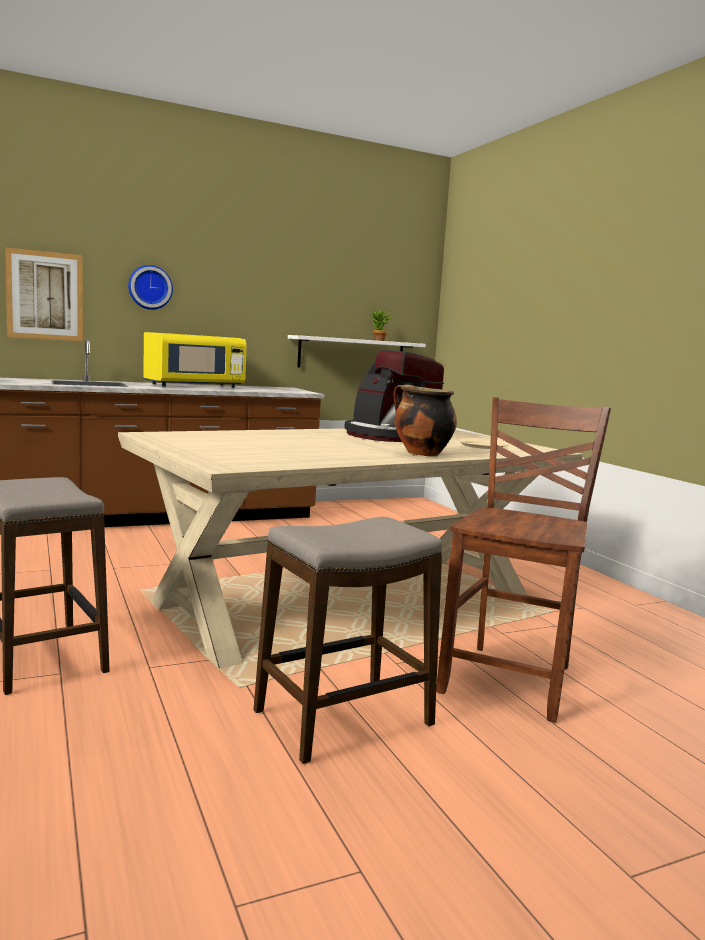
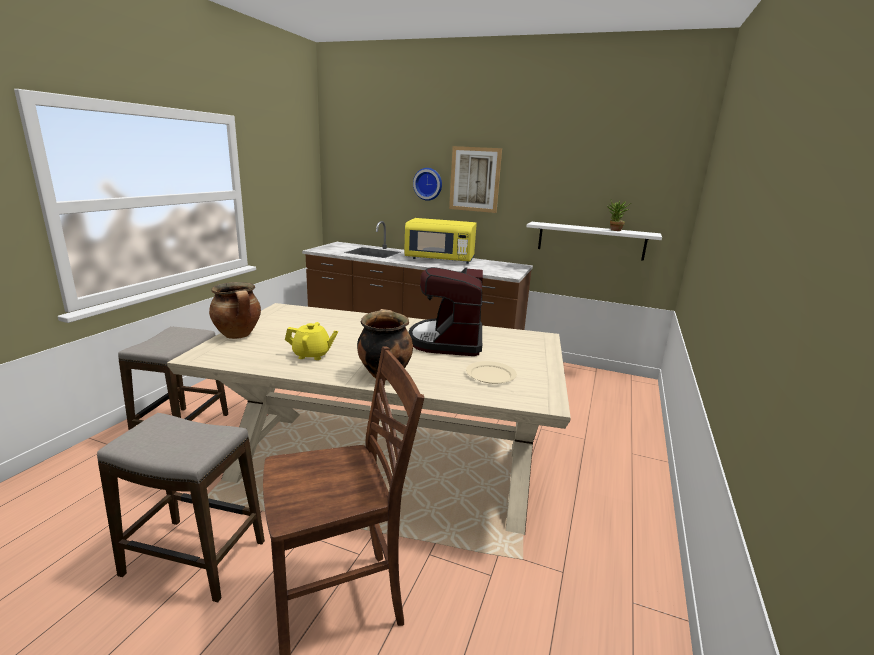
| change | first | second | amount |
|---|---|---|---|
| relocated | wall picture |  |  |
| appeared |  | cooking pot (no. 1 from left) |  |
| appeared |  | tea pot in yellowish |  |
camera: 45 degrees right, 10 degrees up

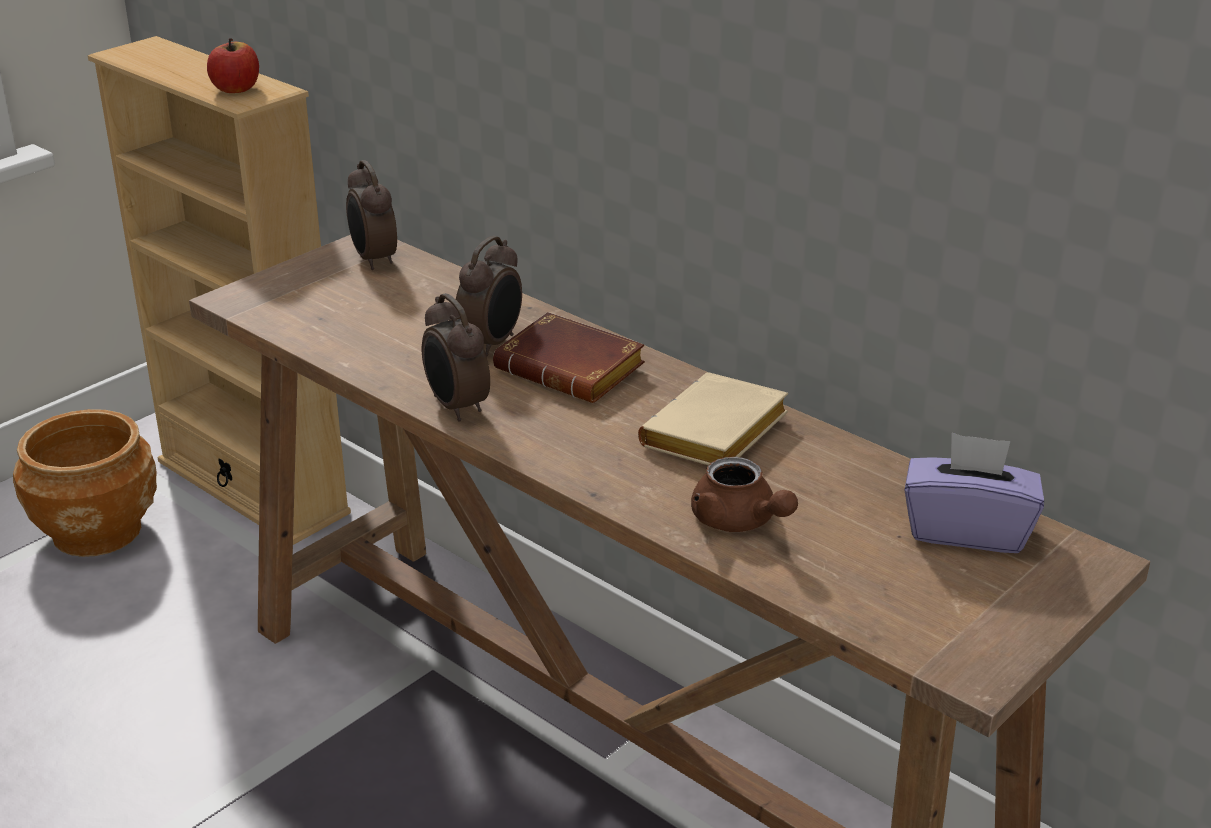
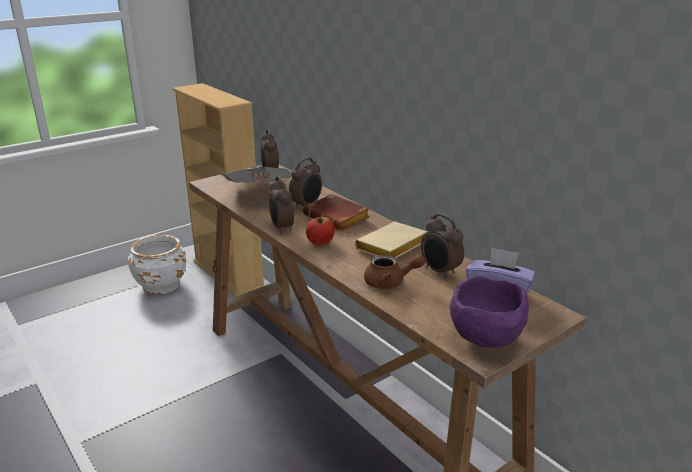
| change | first | second | amount |
|---|---|---|---|
| relocated | apple |  |  |
| colour | flower pot in brown | flower pot in white-coloured |  |
| spun | tea pot in brown |  | 60 degrees counterclockwise |
| appeared |  | printed paper |  |
| appeared |  | alarm clock (no. 4 from left) |  |
| appeared |  | bowl in purple |  |
camera: 10 degrees right, 5 degrees down

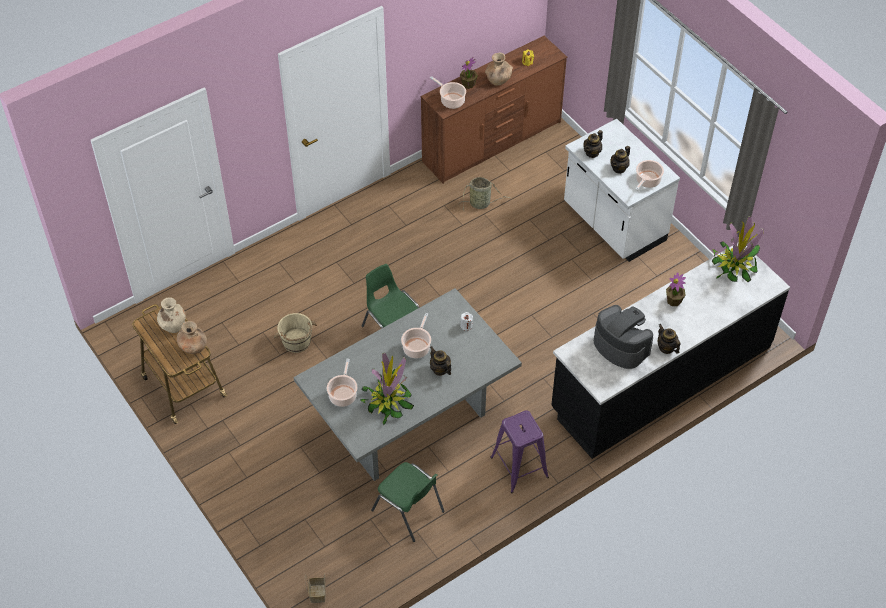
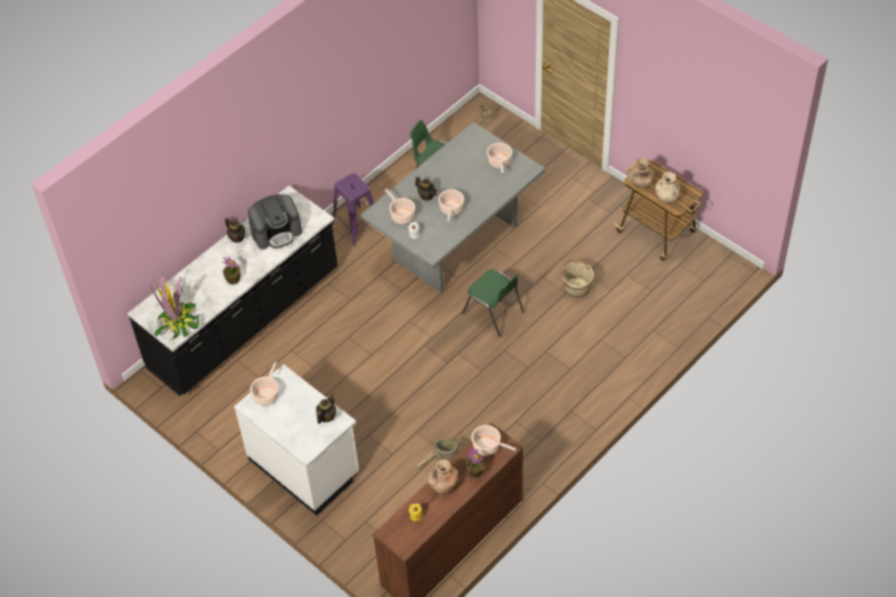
| change | first | second | amount |
|---|---|---|---|
| missing | tea pot (no. 3 from left) |  |  |
| spun | coffee maker |  | 60 degrees counterclockwise |
| missing | potted plant (no. 1 from left) |  |  |
| appeared |  | cooking pot (no. 2 from left) |  |
camera: 170 degrees right, 0 degrees up

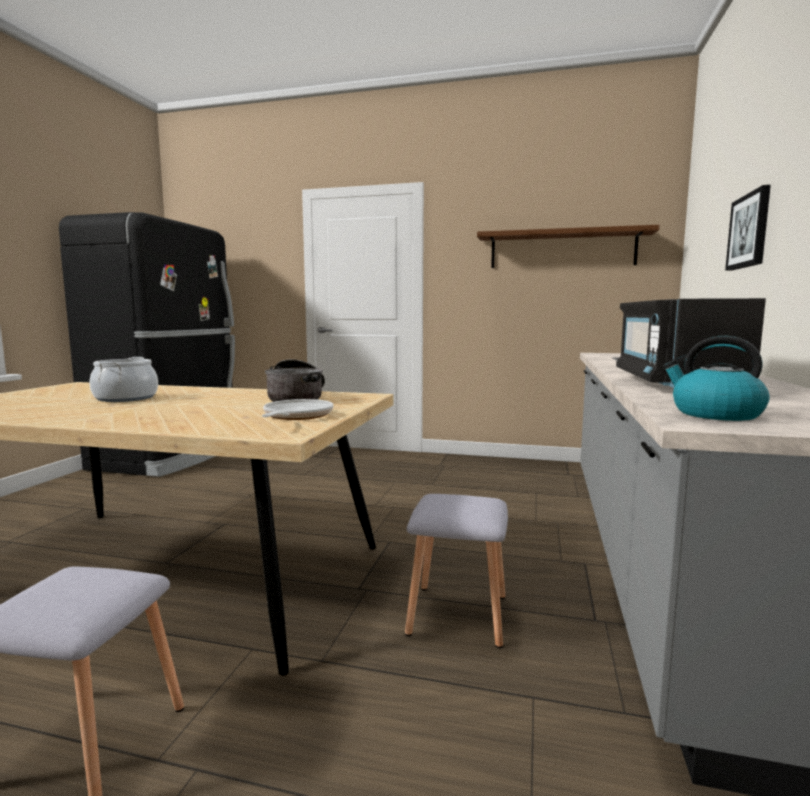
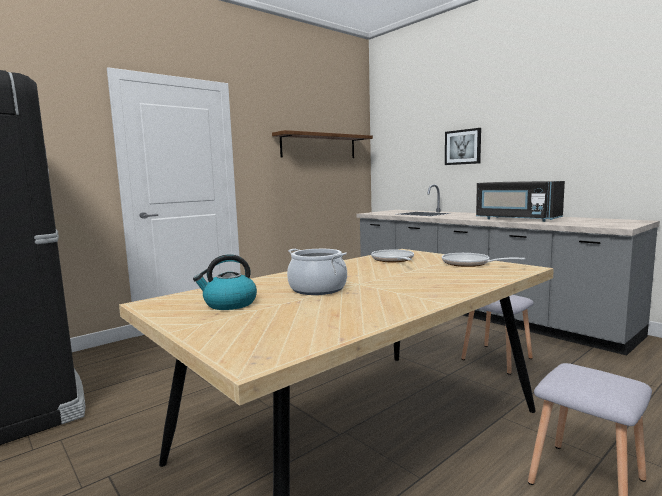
| change | first | second | amount |
|---|---|---|---|
| relocated | water kettle |  |  |
| exchanged | cooking pot (no. 2 from left) | frying pan (no. 1 from left) |  |
camera: 55 degrees left, 0 degrees up

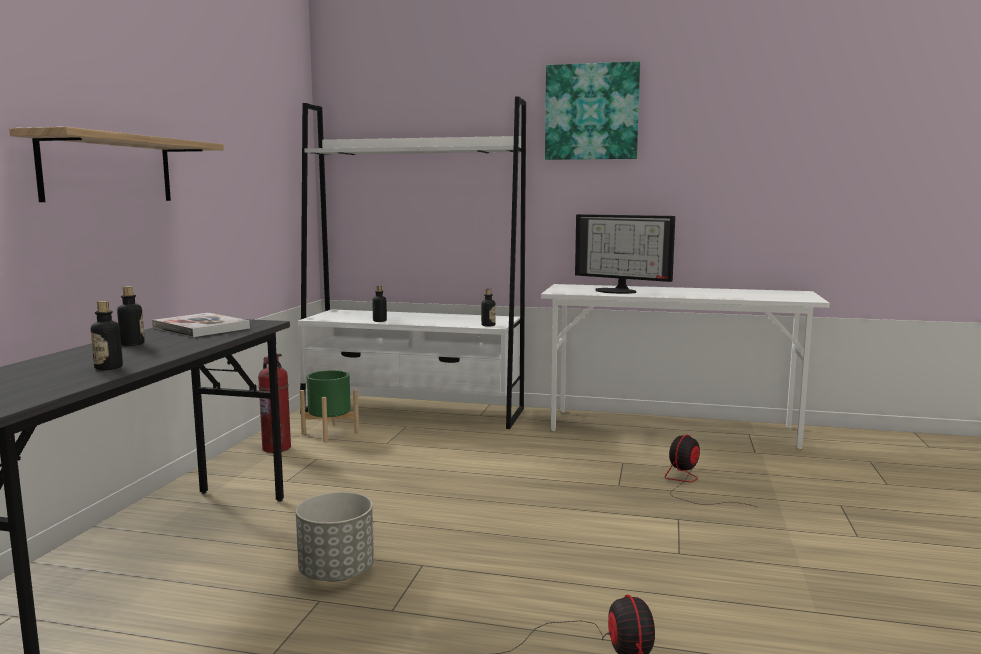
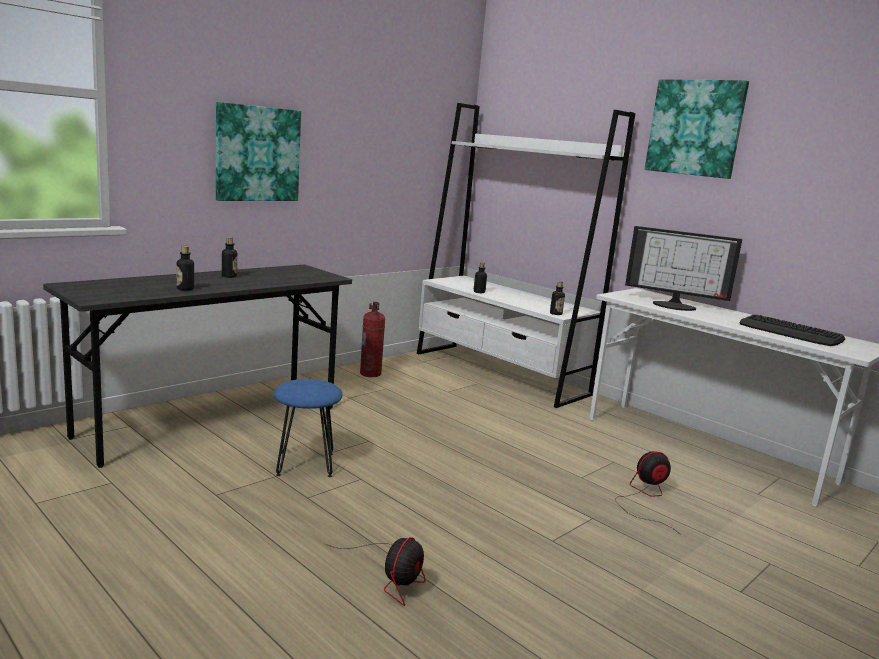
| change | first | second | amount |
|---|---|---|---|
| exchanged | shelf | wall picture (no. 1 from left) |  |
| spun | monitor |  | 45 degrees counterclockwise |
| missing | volume |  |  |
| missing | flower pot in greenish |  |  |
| exchanged | flower pot in greyish | stool seat in bluish |  |
| appeared |  | PC keyboard |  |
camera: 30 degrees right, 5 degrees up

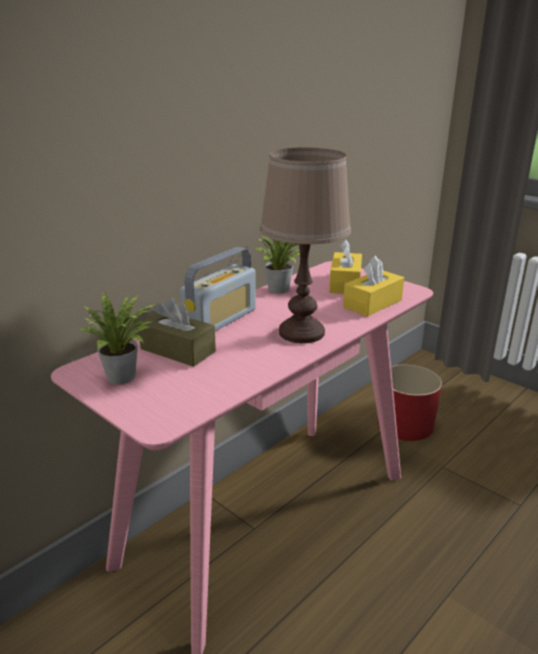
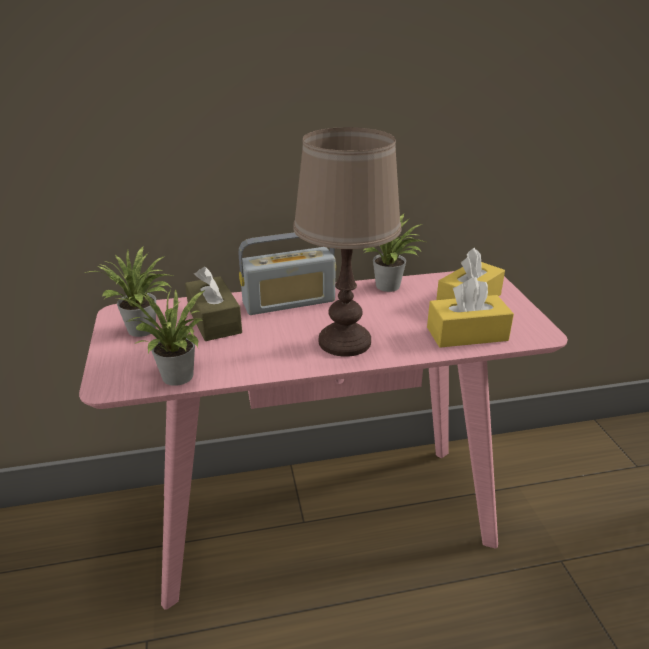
| change | first | second | amount |
|---|---|---|---|
| missing | flower pot in red-coloured |  |  |
| appeared |  | potted plant (no. 2 from left) |  |
camera: 35 degrees right, 5 degrees up

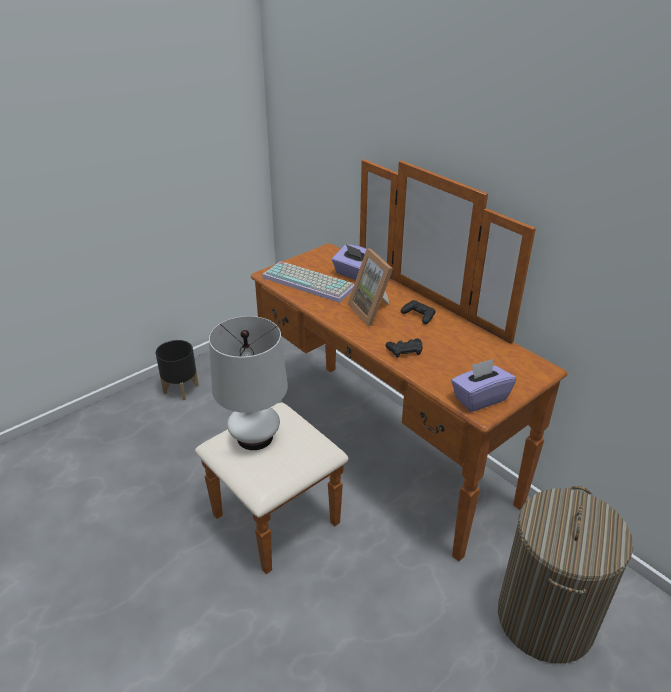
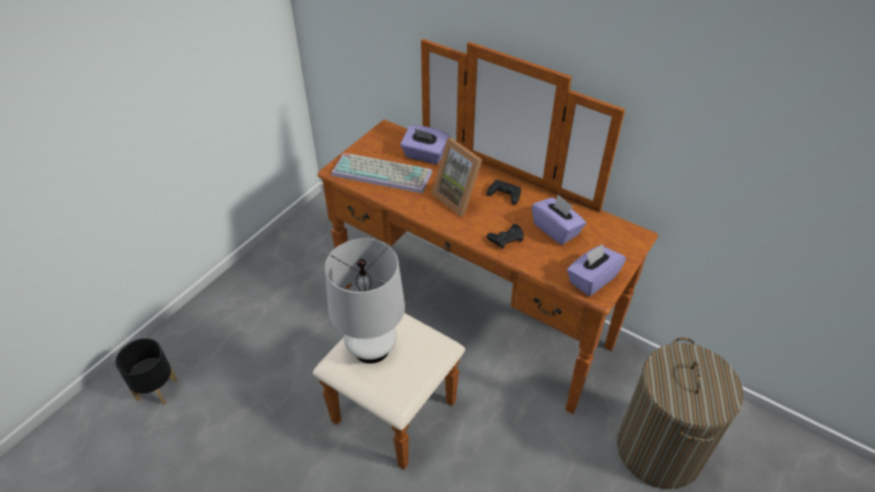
| change | first | second | amount |
|---|---|---|---|
| relocated | flower pot in blackish |  |  |
| appeared |  | box of tissues in purple (no. 2 from left) |  |
camera: 15 degrees left, 10 degrees up

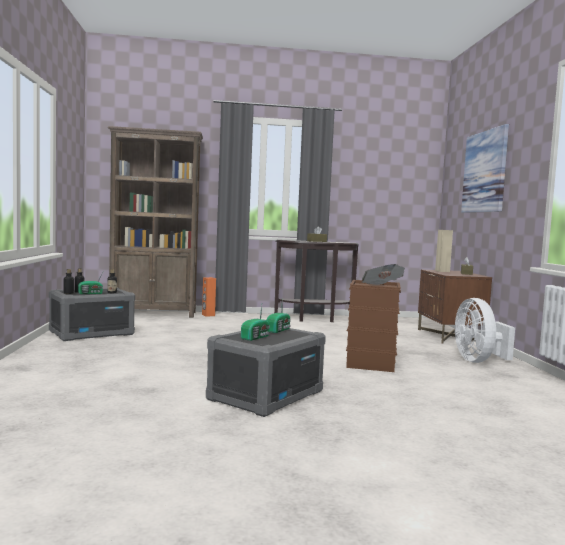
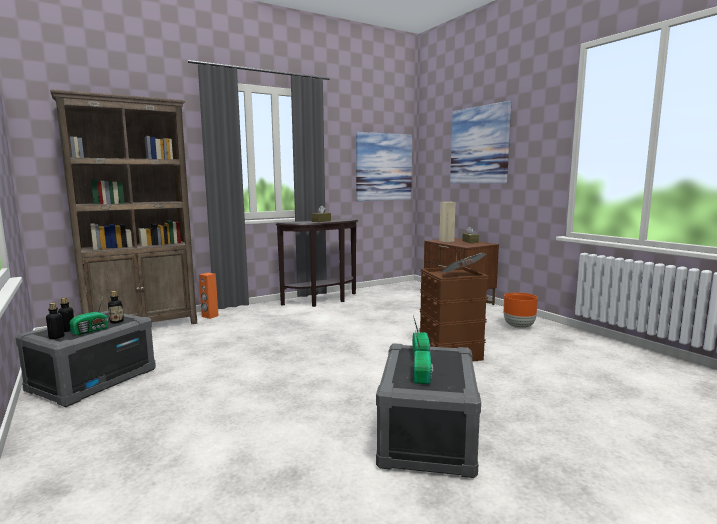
| change | first | second | amount |
|---|---|---|---|
| exchanged | cooling fan in white-coloured | flower pot in orange-coloured |  |
| appeared |  | wall picture (no. 1 from left) |  |
camera: 25 degrees left, 5 degrees up

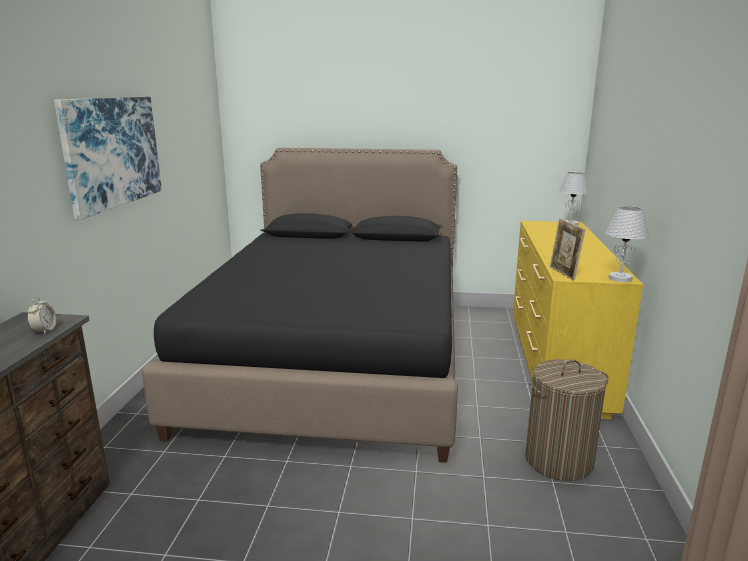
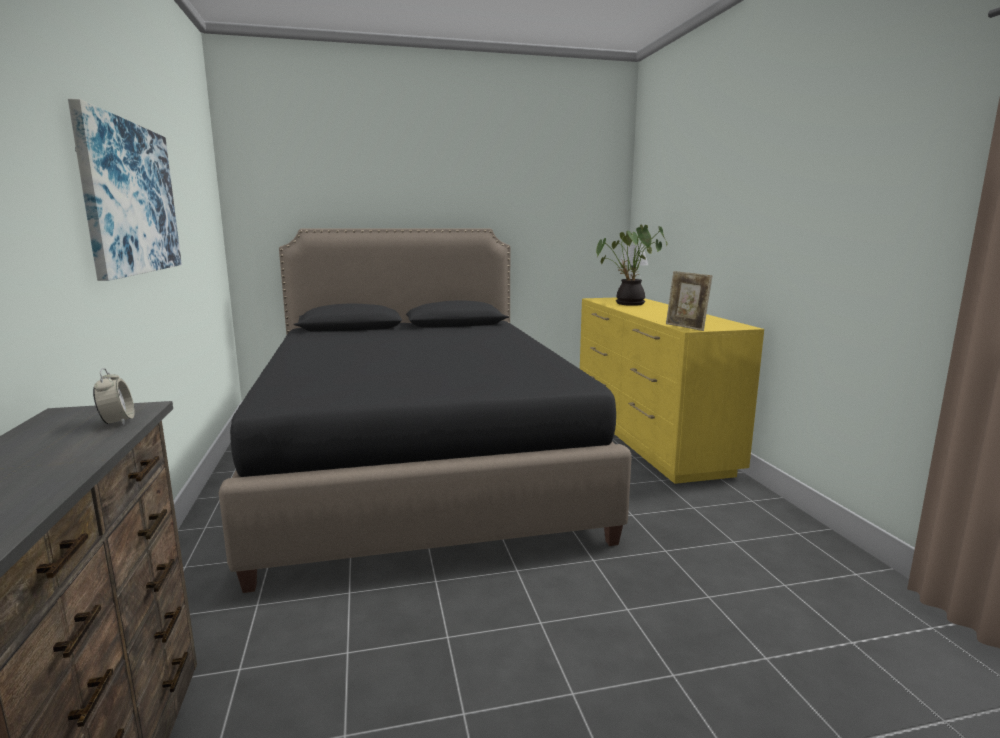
| change | first | second | amount |
|---|---|---|---|
| missing | table lamp in white-coloured (no. 2 from left) |  |  |
| missing | hamper |  |  |
| appeared |  | potted plant |  |
camera: 20 degrees left, 5 degrees down

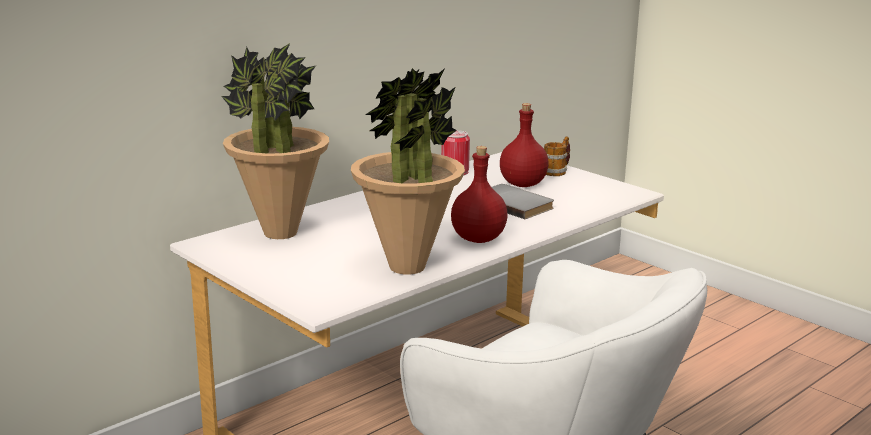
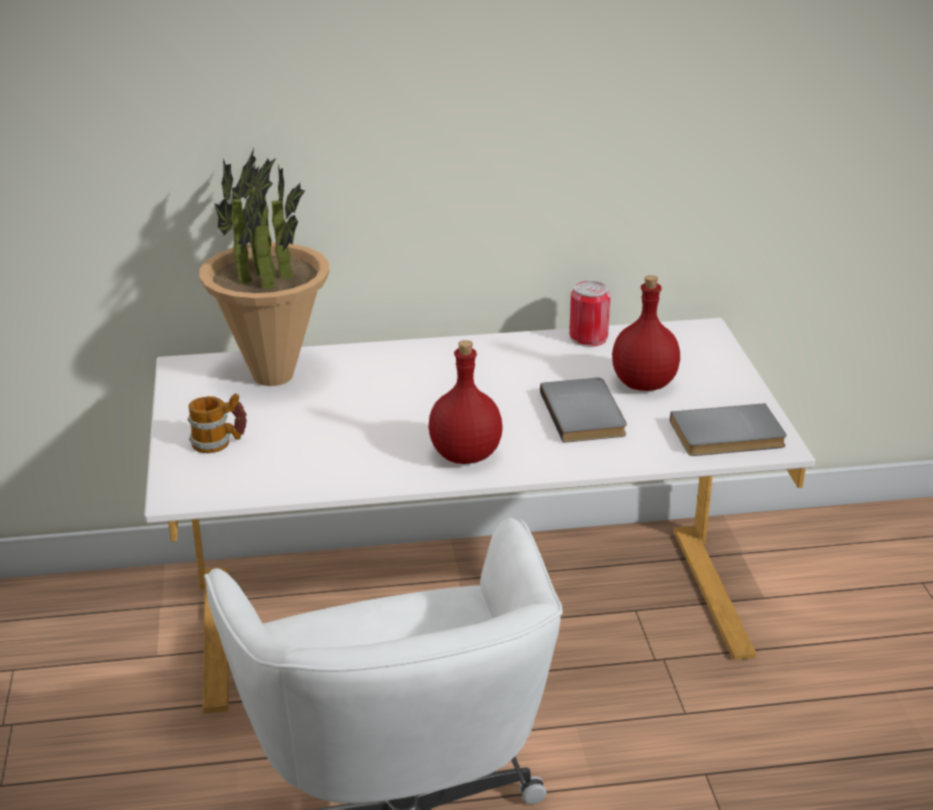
| change | first | second | amount |
|---|---|---|---|
| missing | potted plant (no. 2 from left) |  |  |
| relocated | coffee mug |  |  |
| appeared |  | volume in greyish (no. 2 from left) |  |
camera: 35 degrees right, 10 degrees up

